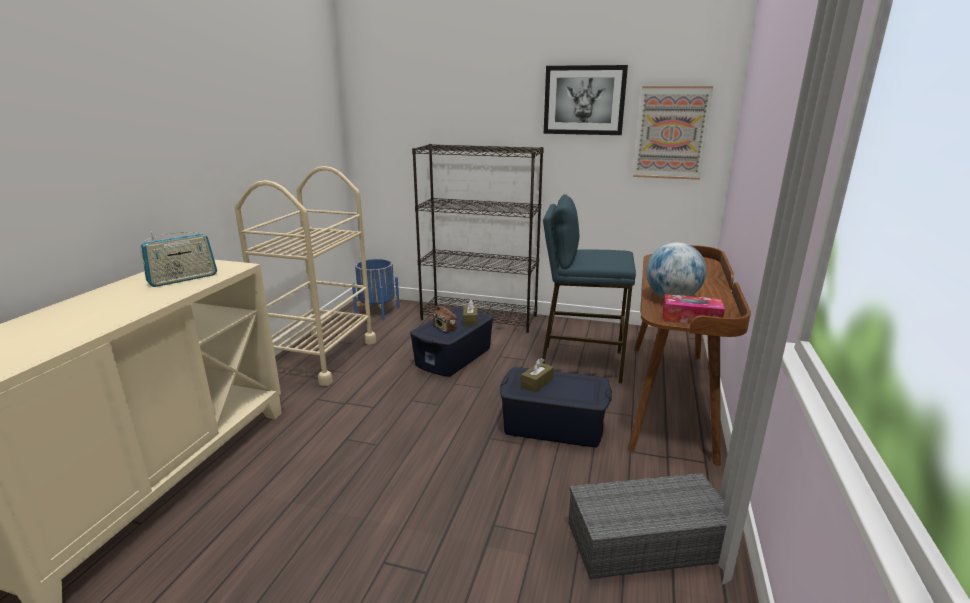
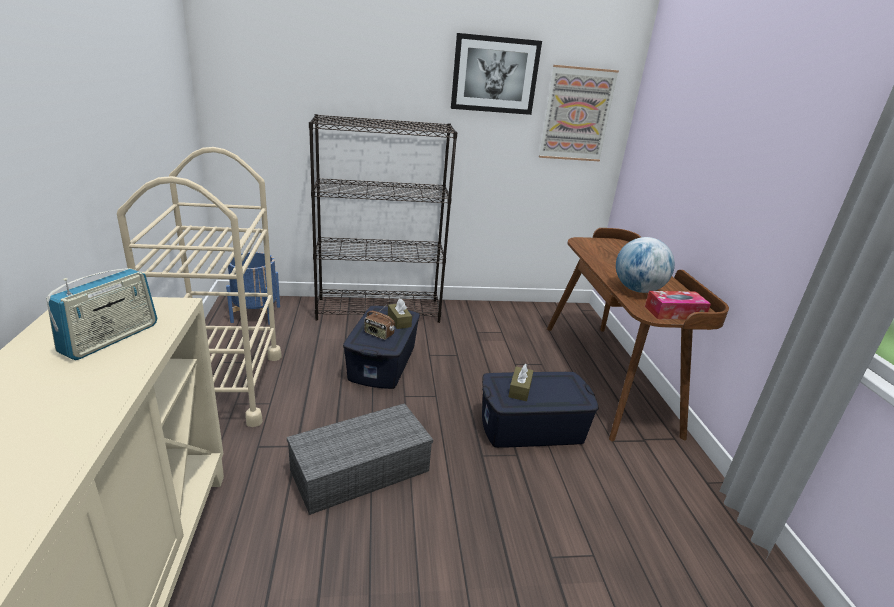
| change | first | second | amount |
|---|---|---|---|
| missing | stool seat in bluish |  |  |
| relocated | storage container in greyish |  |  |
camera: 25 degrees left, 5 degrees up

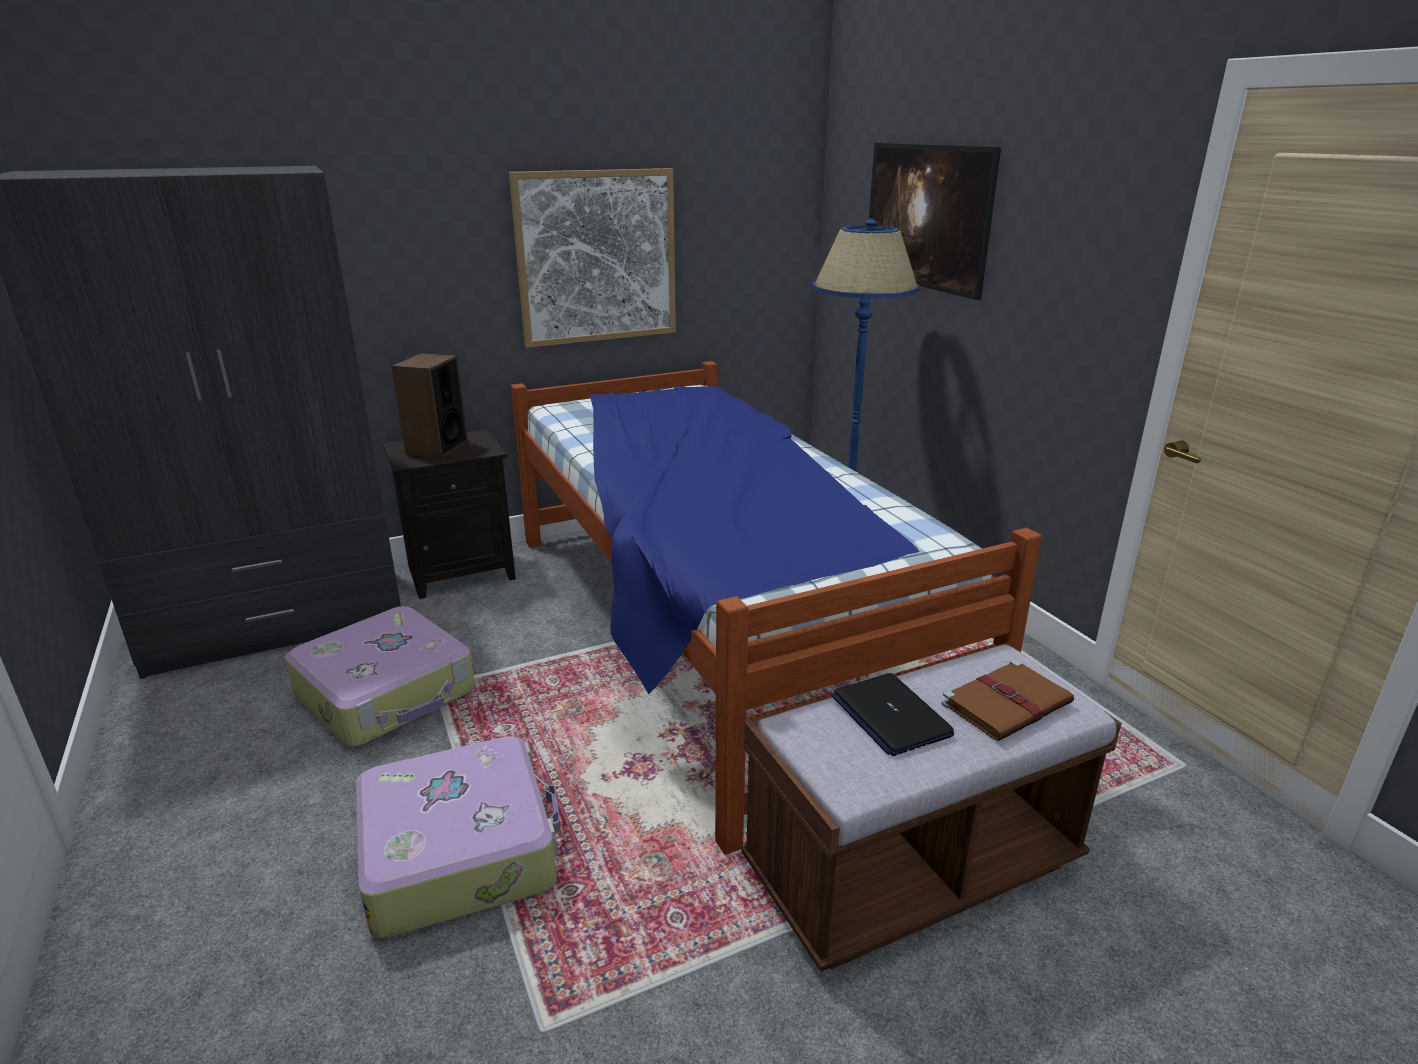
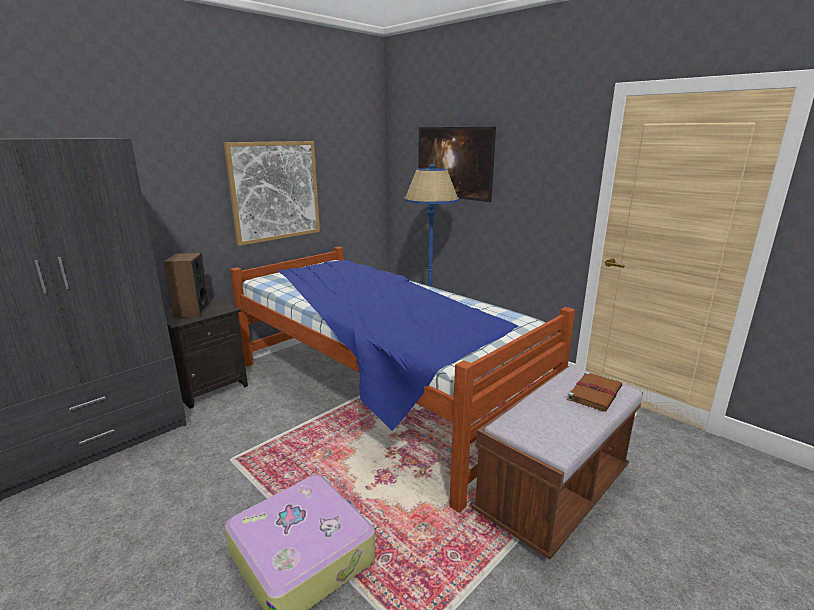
| change | first | second | amount |
|---|---|---|---|
| missing | piece of luggage (no. 1 from left) |  |  |
| missing | portable computer |  |  |
camera: 20 degrees left, 5 degrees down

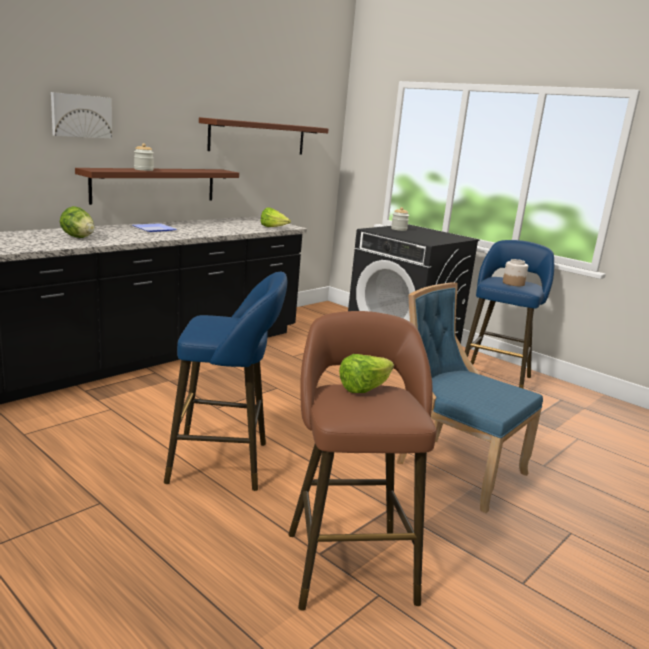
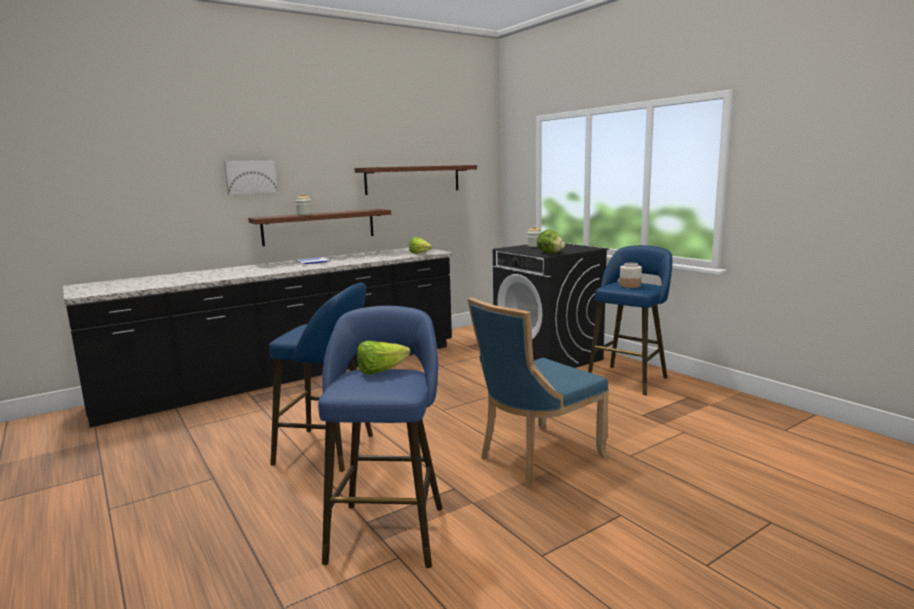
| change | first | second | amount |
|---|---|---|---|
| relocated | lettuce (no. 1 from left in the first image) | lettuce (no. 3 from left) |  |
| spun | plain chair in bluish |  | 90 degrees counterclockwise |
| colour | stool seat in brown | stool seat in bluish (no. 2 from left) |  |
camera: 15 degrees right, 5 degrees down

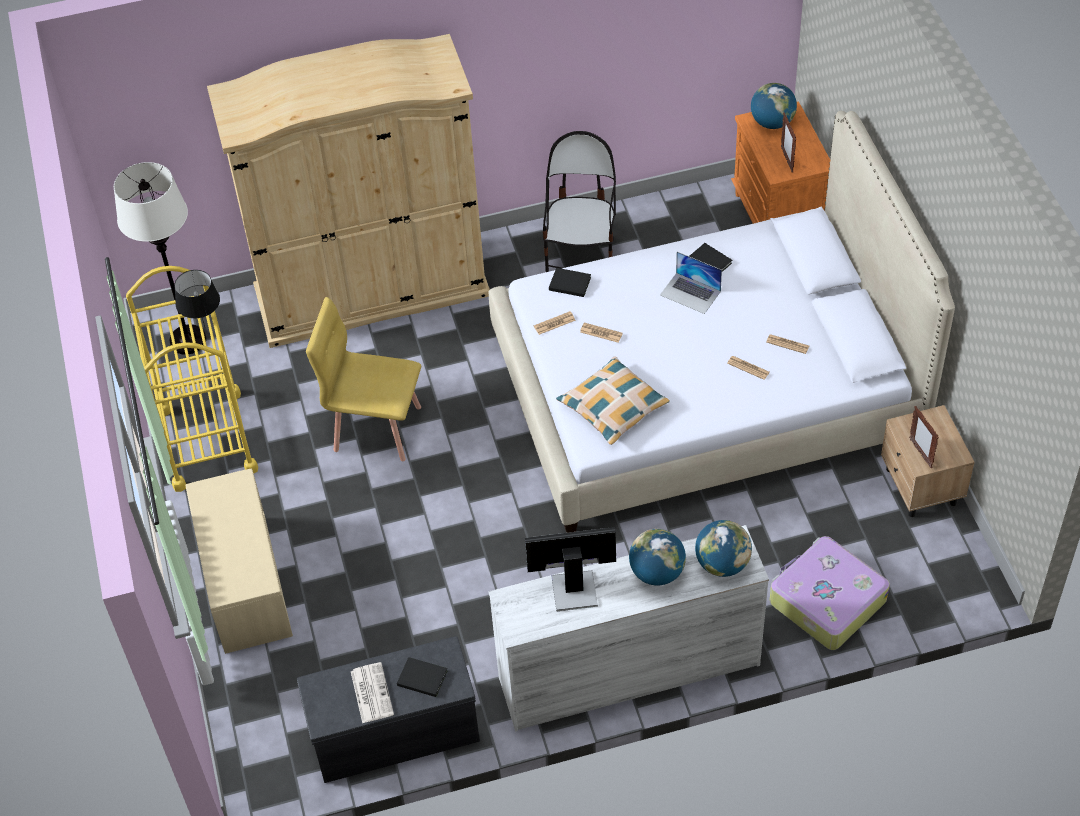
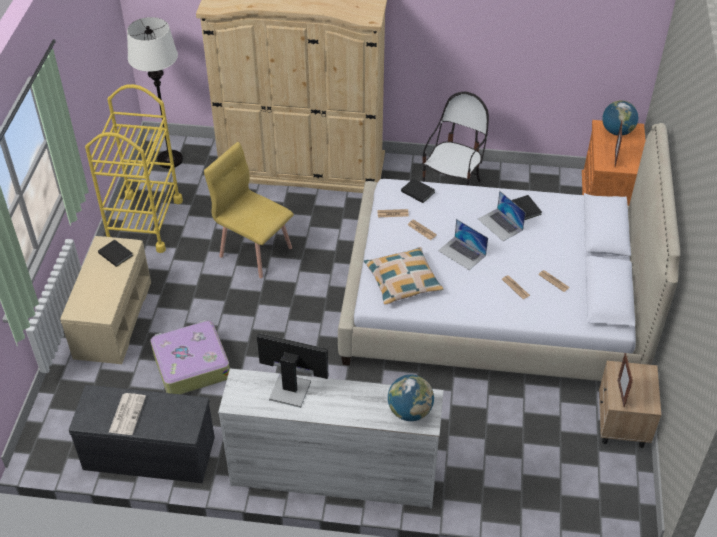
| change | first | second | amount |
|---|---|---|---|
| missing | table lamp in blackish |  |  |
| missing | desk globe (no. 1 from left) |  |  |
| relocated | piece of luggage |  |  |
| relocated | volume in blackish (no. 1 from left) |  |  |
| appeared |  | portable computer (no. 1 from left) |  |
camera: 20 degrees right, 5 degrees down

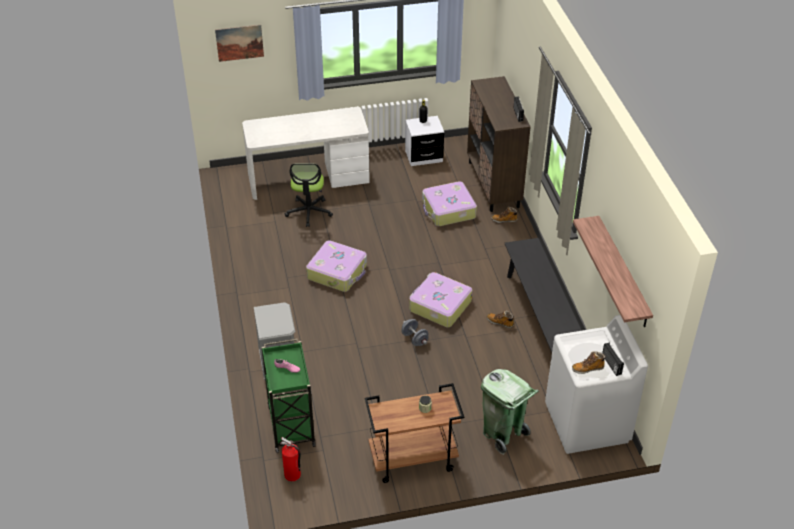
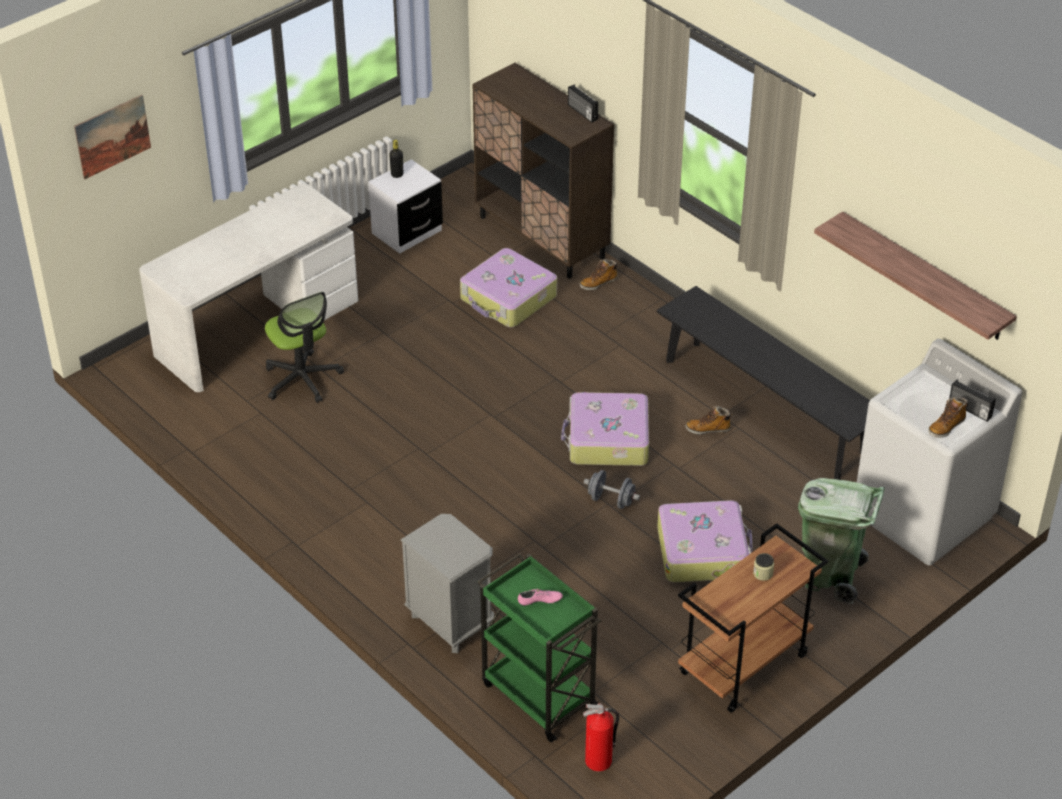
| change | first | second | amount |
|---|---|---|---|
| relocated | piece of luggage (no. 1 from left in the first image) | piece of luggage (no. 3 from left) |  |
camera: 30 degrees left, 0 degrees up

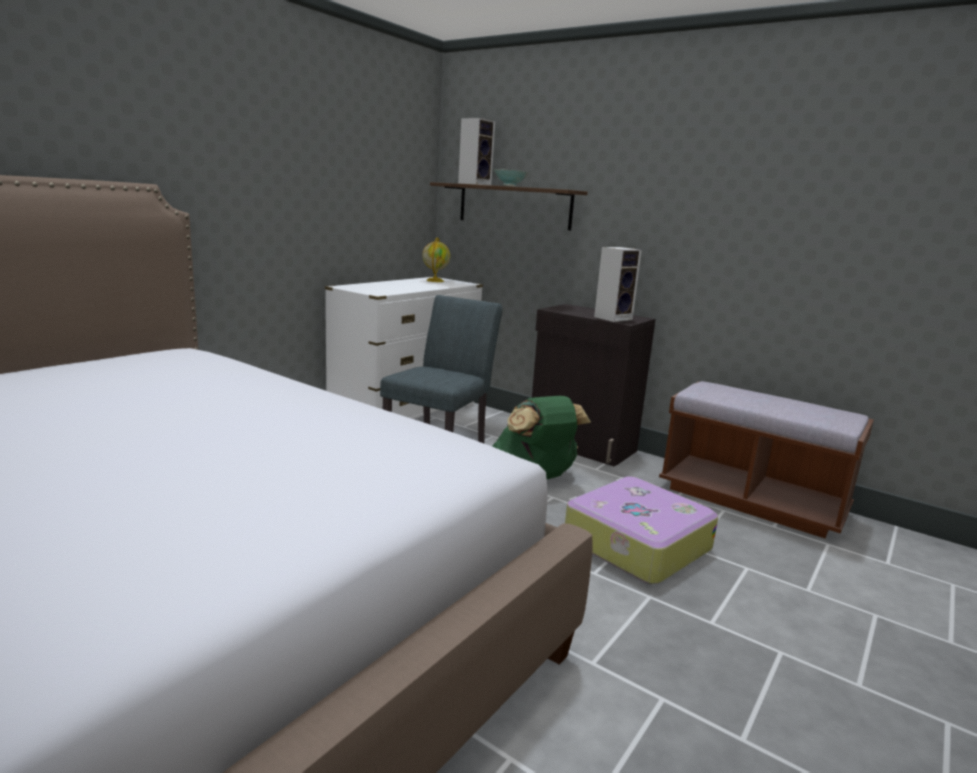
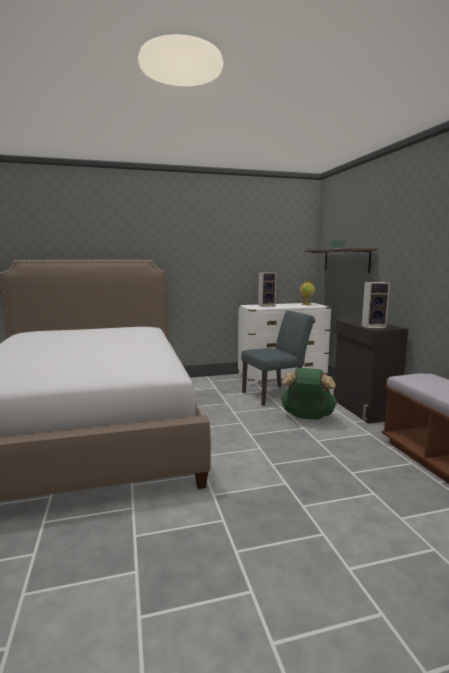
| change | first | second | amount |
|---|---|---|---|
| relocated | loudspeaker (no. 1 from left) |  |  |
| missing | piece of luggage |  |  |
camera: 40 degrees right, 5 degrees down

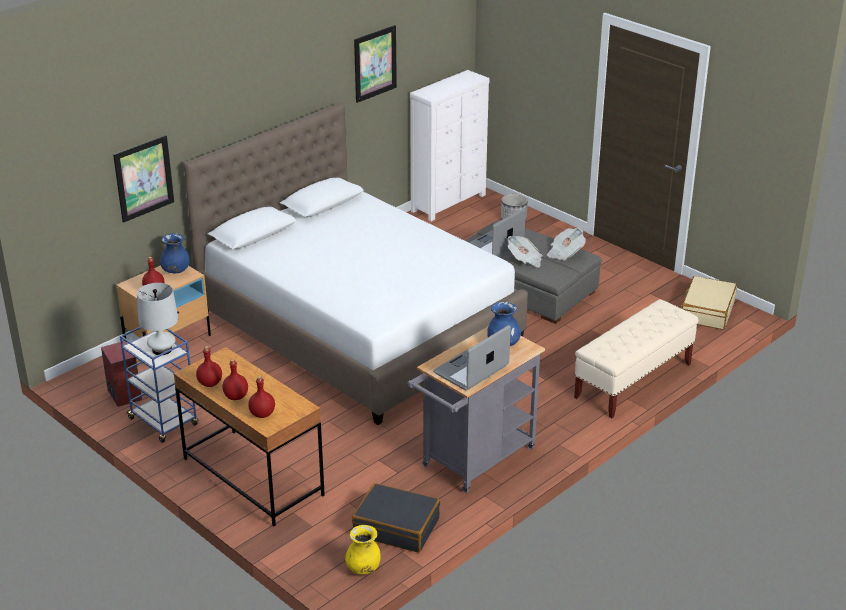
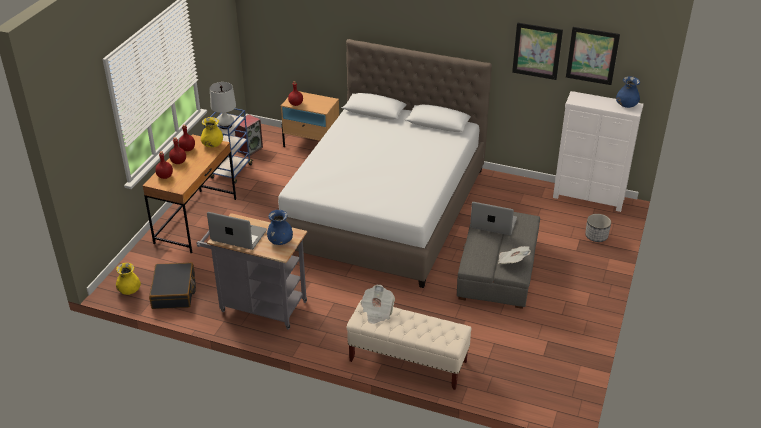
| change | first | second | amount |
|---|---|---|---|
| relocated | wall picture (no. 1 from left in the first image) | wall picture (no. 2 from left) |  |
| relocated | vase in bluish (no. 1 from left in the first image) | vase in bluish (no. 2 from left) |  |
| relocated | printed paper (no. 1 from left) |  |  |
| missing | piece of luggage in sand-coloured |  |  |
| appeared |  | vase in yellowish (no. 2 from left) |  |
camera: 65 degrees right, 5 degrees up

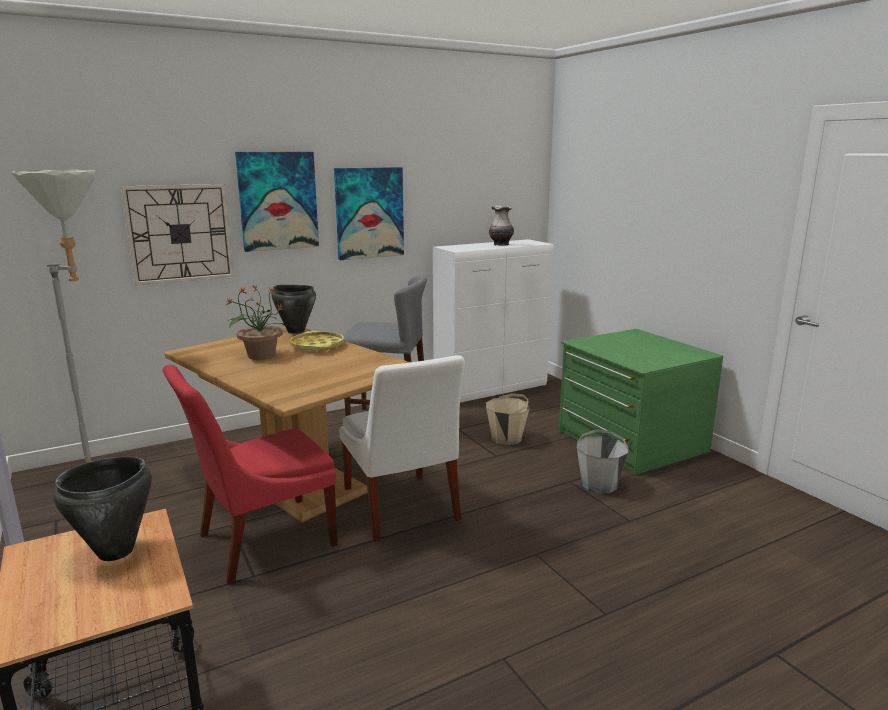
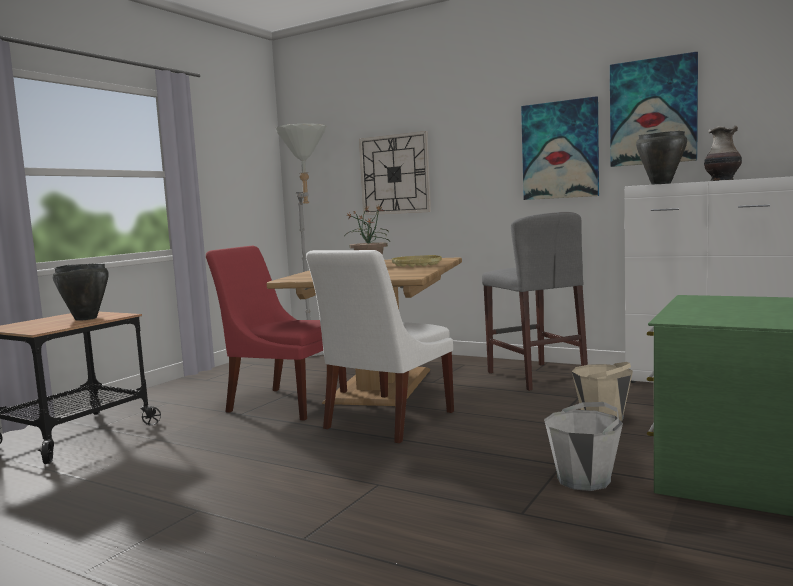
| change | first | second | amount |
|---|---|---|---|
| relocated | wall picture (no. 1 from left in the first image) | wall picture (no. 2 from left) |  |
| relocated | cooking pot in blackish (no. 2 from left) |  |  |
camera: 60 degrees right, 10 degrees down

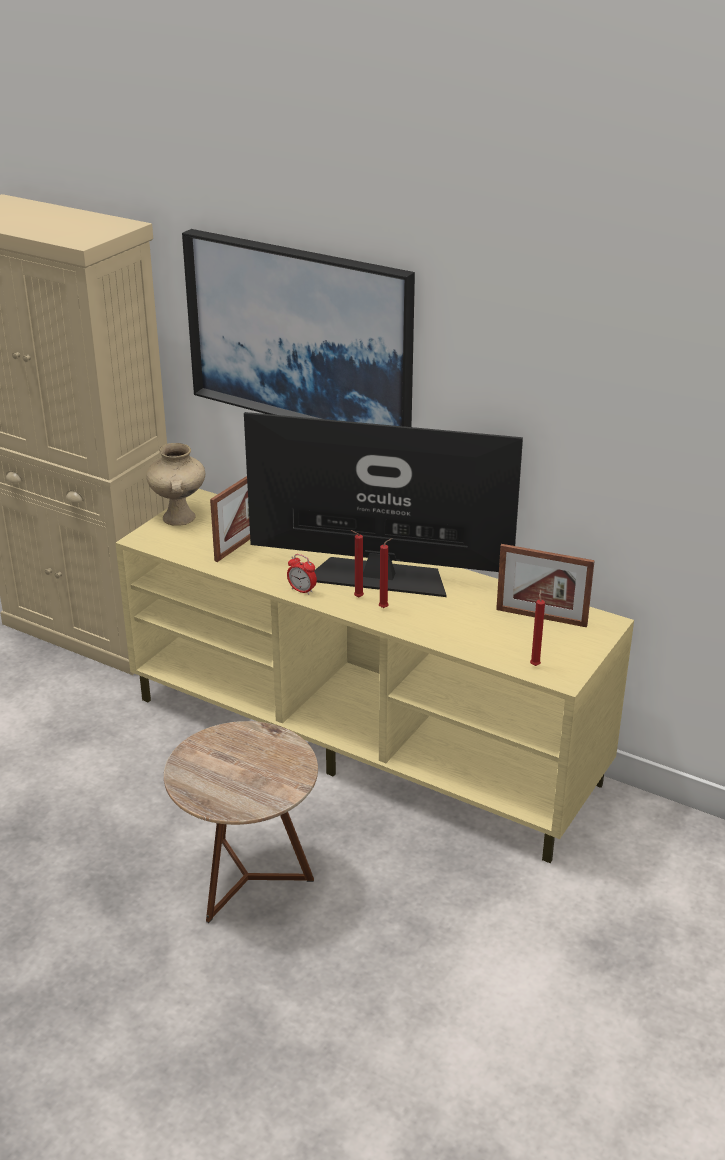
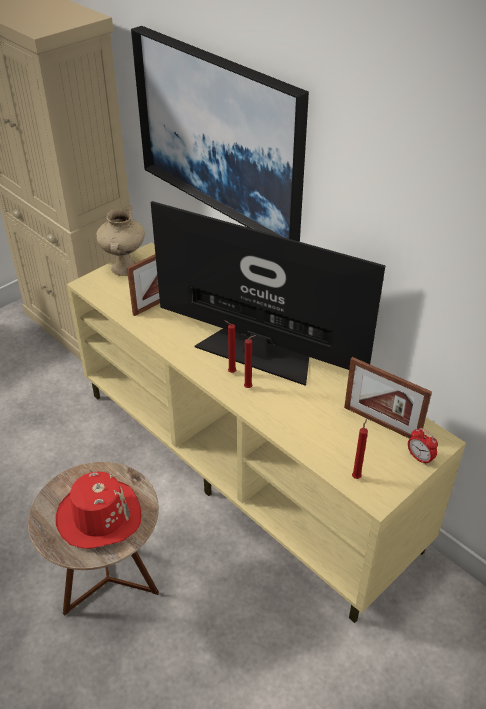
| change | first | second | amount |
|---|---|---|---|
| relocated | alarm clock |  |  |
| appeared |  | hat in red-coloured |  |
camera: 15 degrees right, 10 degrees up

